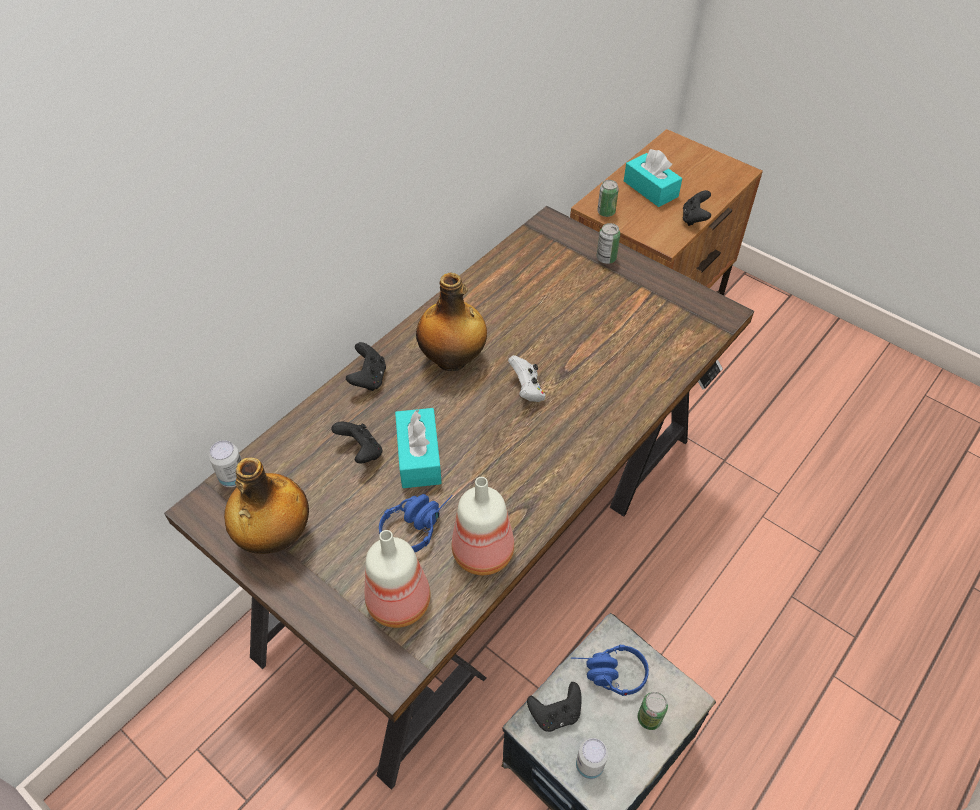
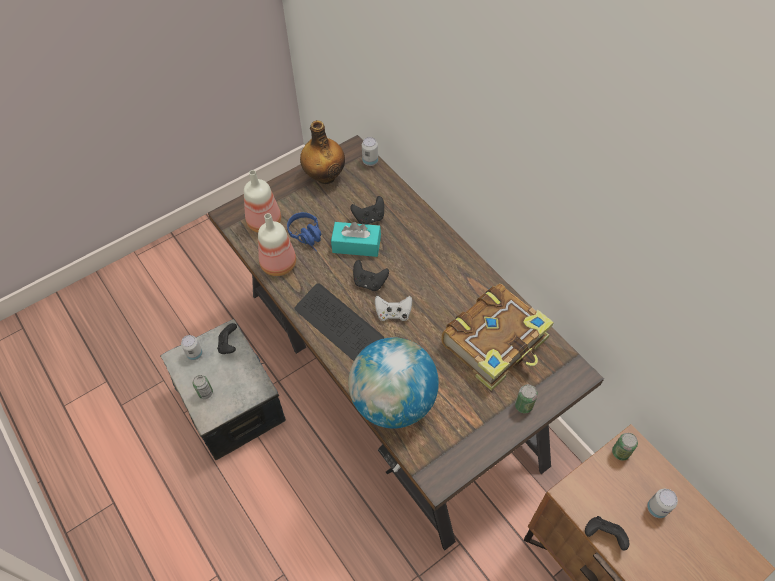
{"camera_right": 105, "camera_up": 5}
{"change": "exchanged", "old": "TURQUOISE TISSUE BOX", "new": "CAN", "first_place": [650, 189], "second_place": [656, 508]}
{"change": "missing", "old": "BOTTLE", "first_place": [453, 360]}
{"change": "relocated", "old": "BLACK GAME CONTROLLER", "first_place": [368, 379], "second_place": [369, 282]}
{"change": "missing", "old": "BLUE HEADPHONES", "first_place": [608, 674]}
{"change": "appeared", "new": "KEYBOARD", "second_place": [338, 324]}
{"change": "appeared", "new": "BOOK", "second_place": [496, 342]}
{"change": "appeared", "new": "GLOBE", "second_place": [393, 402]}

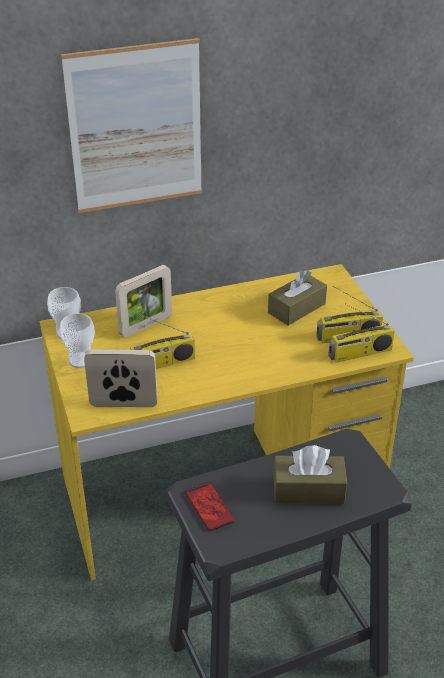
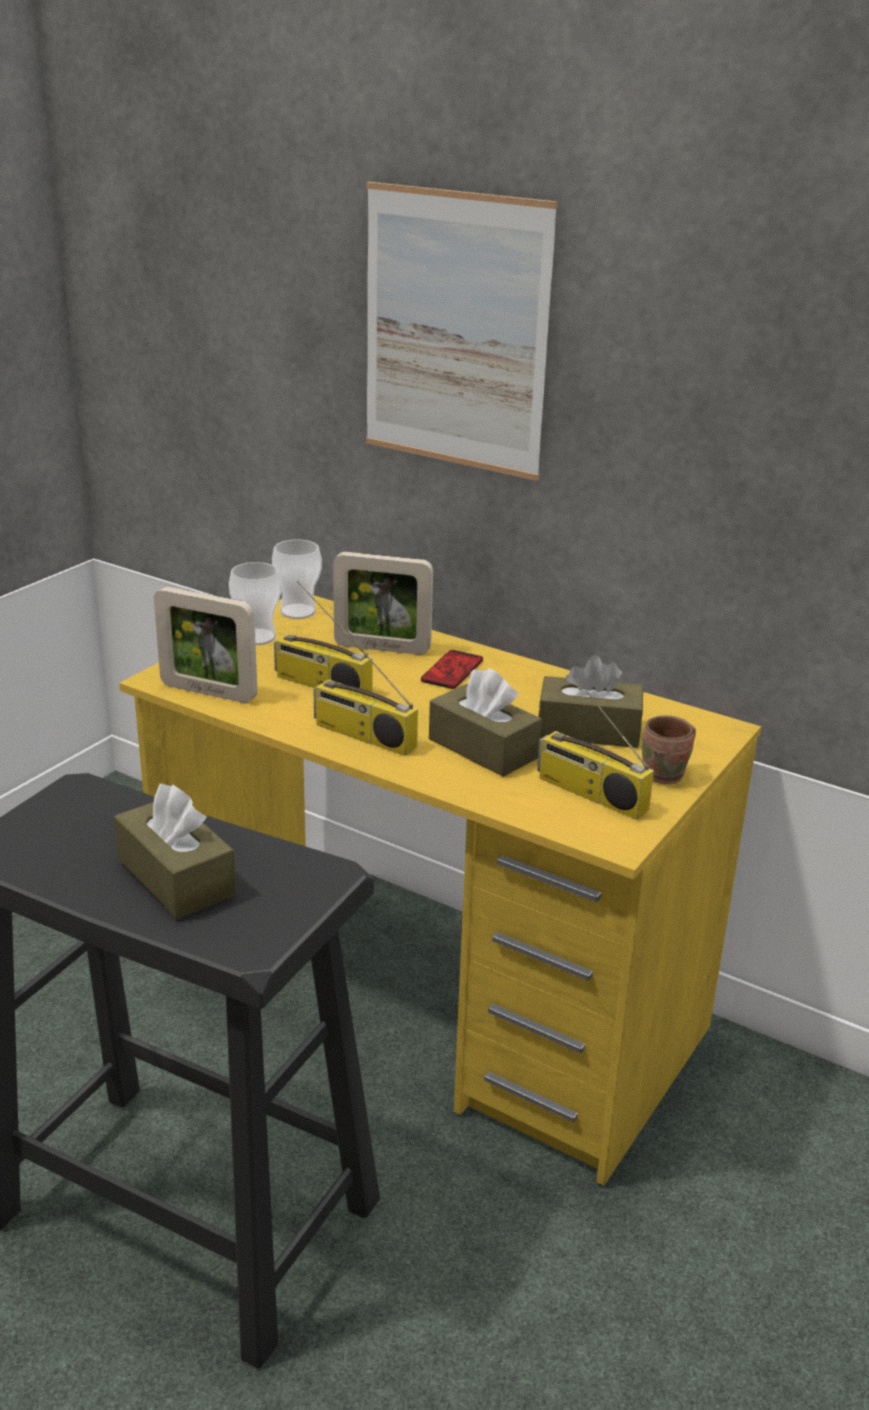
{"camera_right": 50, "camera_up": -10}
{"change": "relocated", "old": "RADIO", "first_place": [360, 353], "second_place": [362, 736]}
{"change": "spun", "old": "PICTURE FRAME", "first_place": [123, 404], "second_place": [208, 692], "degrees": 150}
{"change": "relocated", "old": "PHONE", "first_place": [209, 507], "second_place": [452, 671]}
{"change": "appeared", "new": "BROWN TISSUE BOX", "second_place": [483, 748]}
{"change": "appeared", "new": "BROWN MUG", "second_place": [667, 775]}

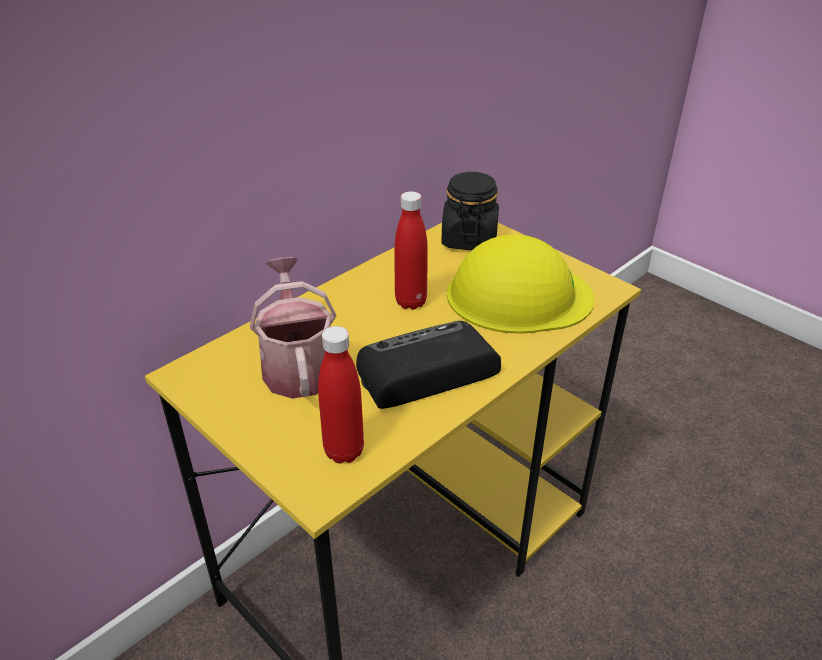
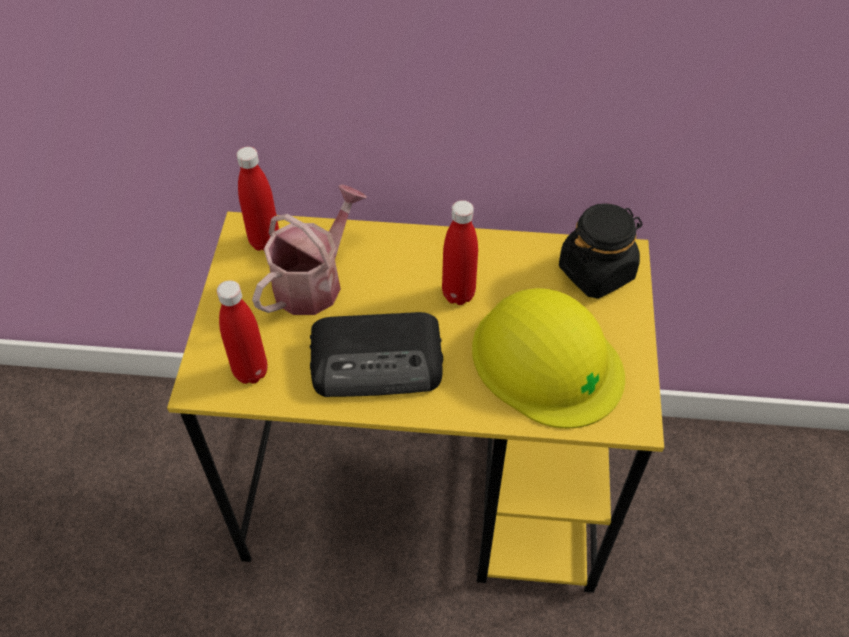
{"camera_right": 50, "camera_up": 15}
{"change": "spun", "old": "RADIO", "first_place": [424, 372], "second_place": [379, 361], "degrees": 150}
{"change": "appeared", "new": "RED BOTTLE", "second_place": [265, 241]}

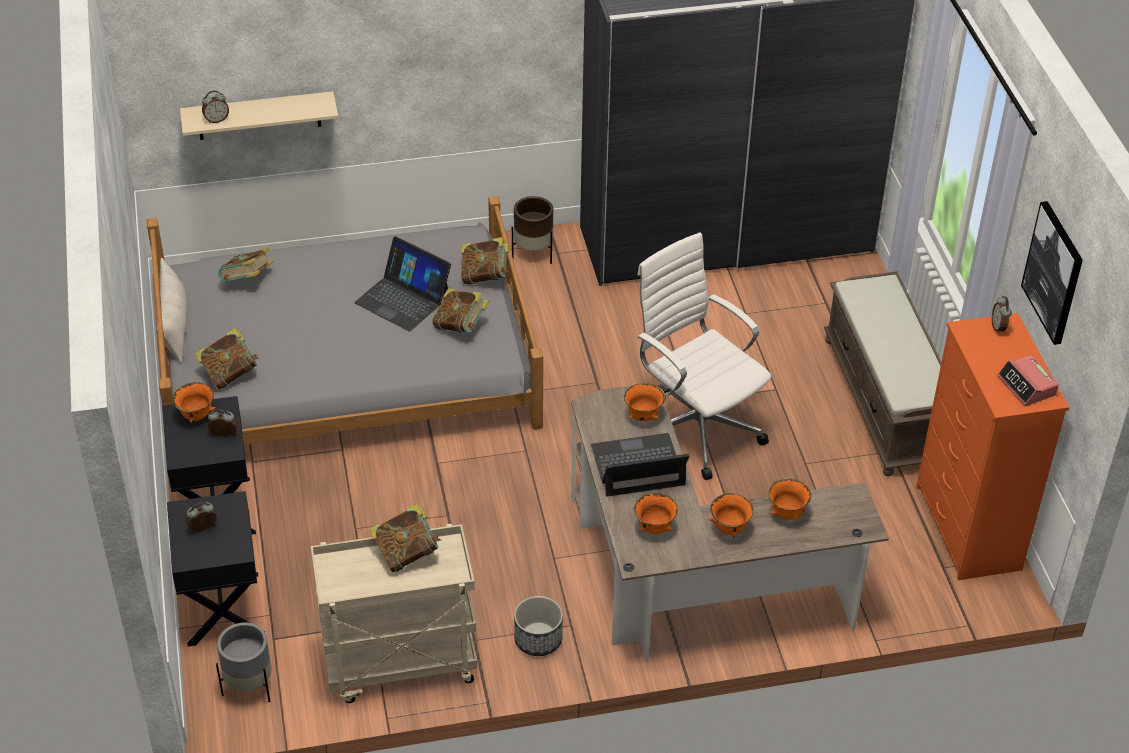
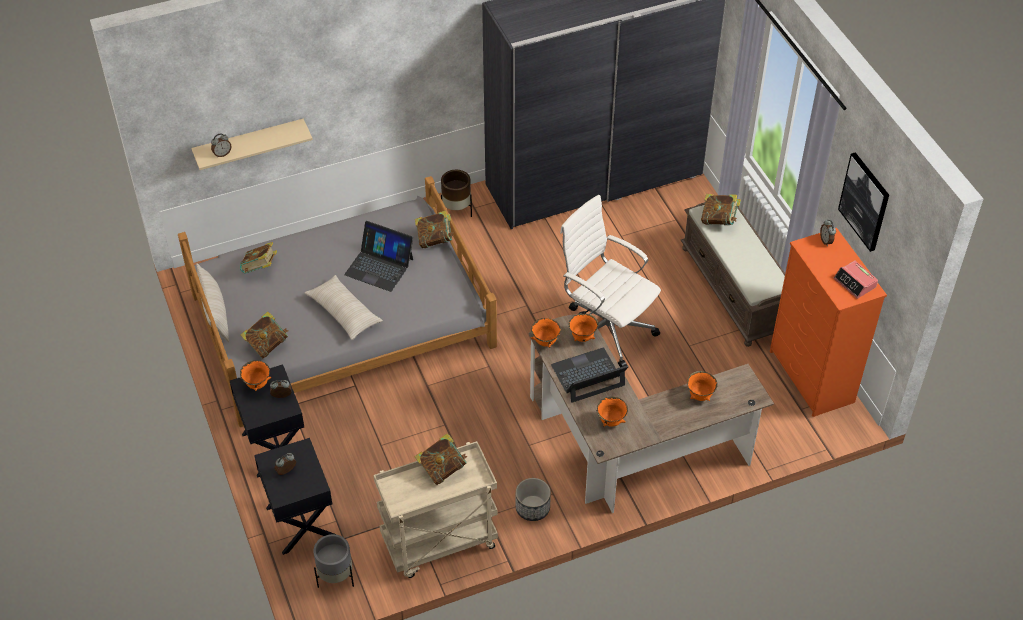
{"camera_right": -10, "camera_up": 5}
{"change": "relocated", "old": "BOOK", "first_place": [461, 326], "second_place": [719, 220]}
{"change": "relocated", "old": "ORANGE BOWL", "first_place": [729, 529], "second_place": [545, 342]}
{"change": "appeared", "new": "BEIGE PILLOW", "second_place": [344, 312]}

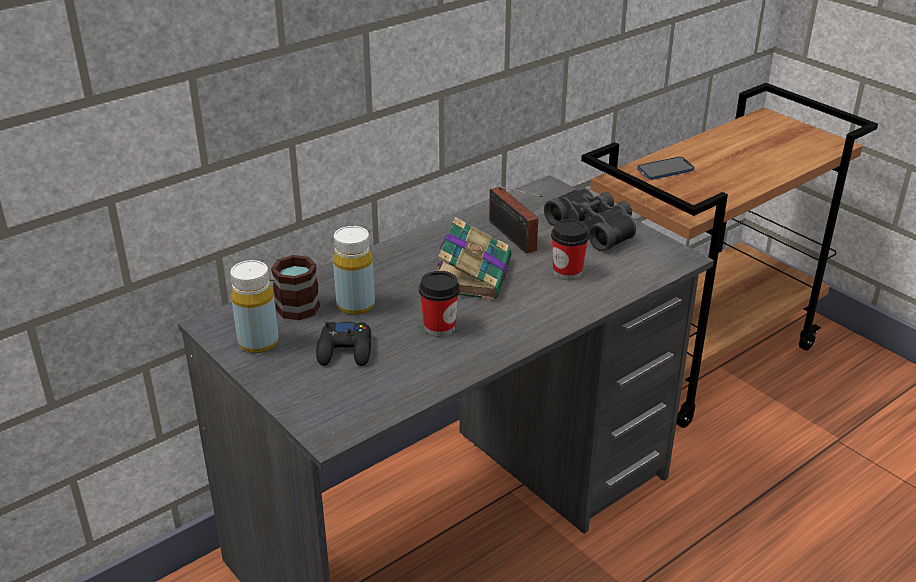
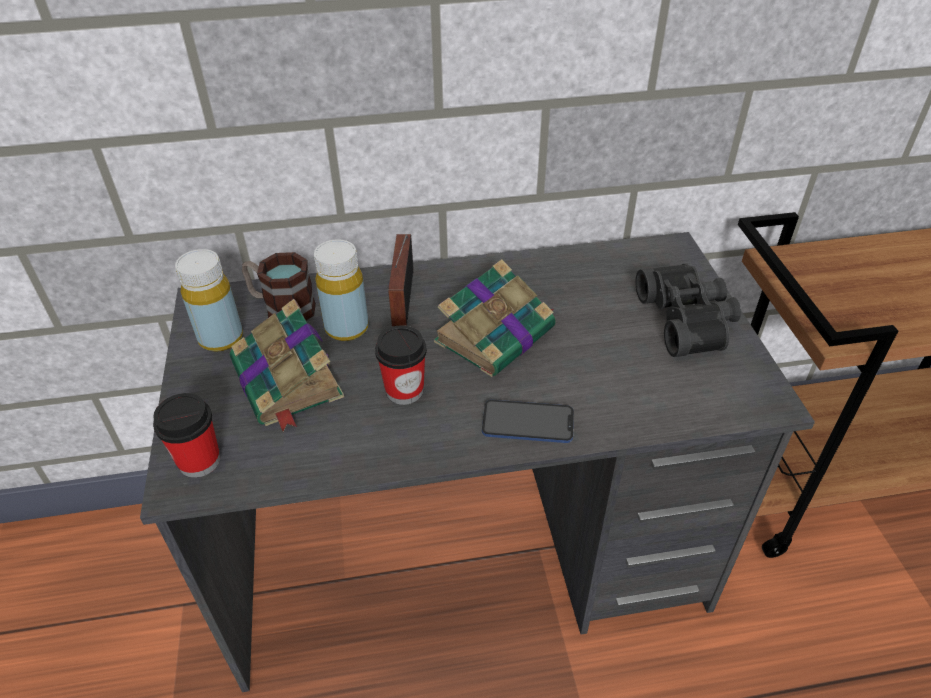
{"camera_right": 30, "camera_up": 10}
{"change": "relocated", "old": "PHONE", "first_place": [665, 170], "second_place": [527, 423]}
{"change": "relocated", "old": "RADIO", "first_place": [513, 238], "second_place": [401, 300]}
{"change": "relocated", "old": "CUP", "first_place": [567, 272], "second_place": [199, 461]}
{"change": "exchanged", "old": "BLACK GAME CONTROLLER", "new": "BOOK", "first_place": [345, 351], "second_place": [288, 382]}

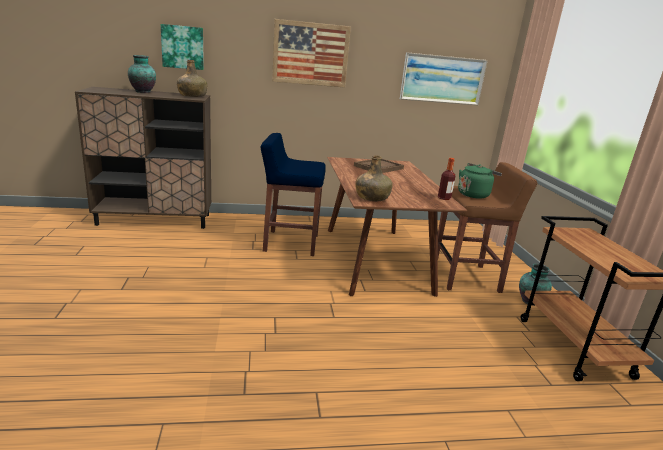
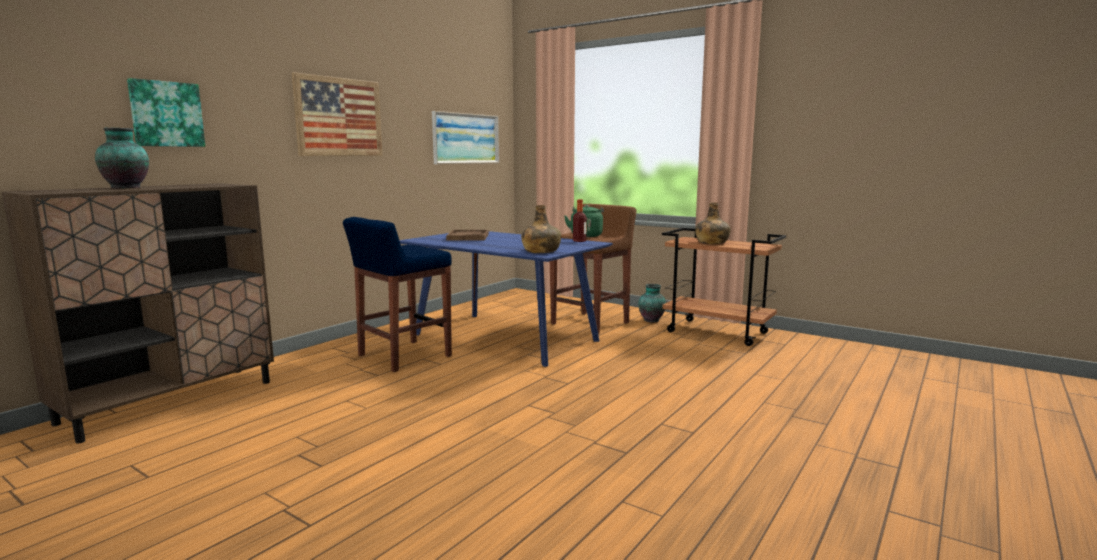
{"camera_right": -45, "camera_up": -10}
{"change": "relocated", "old": "GREEN BOTTLE", "first_place": [192, 96], "second_place": [711, 243]}
{"change": "colour", "old": "BROWN DINING TABLE", "new": "BLUE DINING TABLE", "first_place": [376, 259], "second_place": [506, 337]}

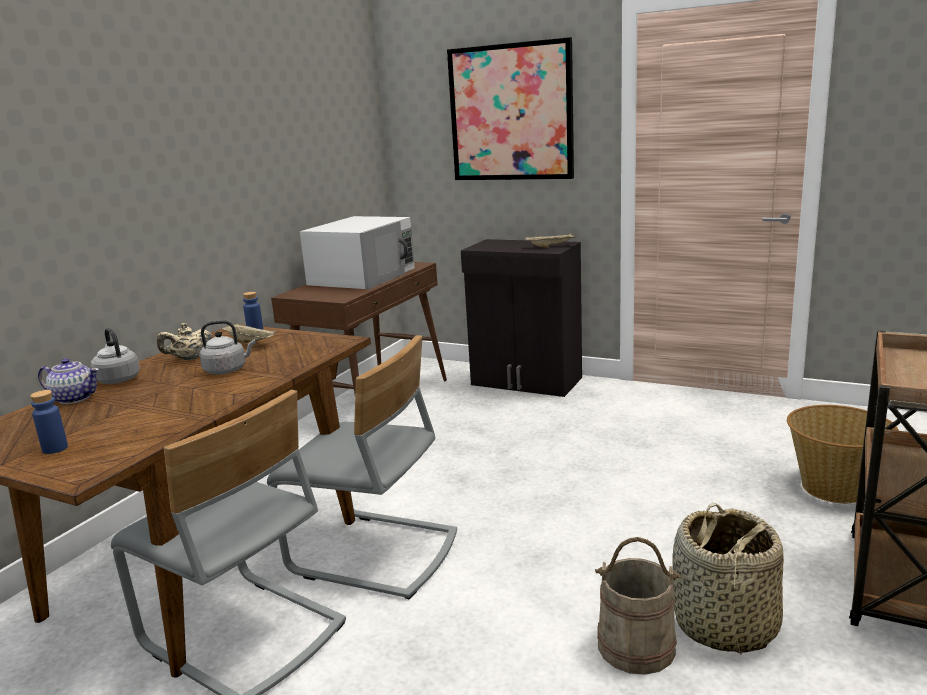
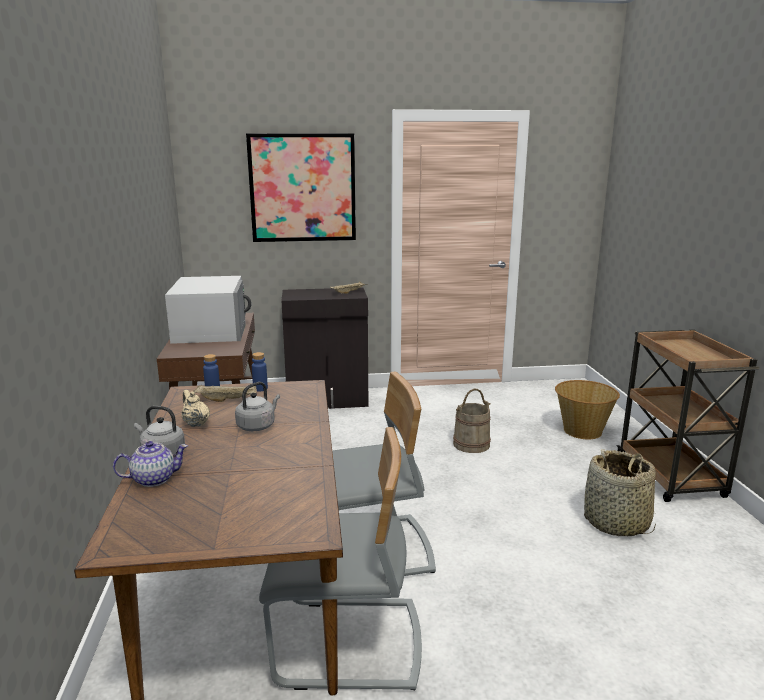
{"camera_right": -35, "camera_up": 0}
{"change": "spun", "old": "BEIGE TEAPOT", "first_place": [188, 358], "second_place": [196, 423], "degrees": 120}
{"change": "relocated", "old": "BLUE BOTTLE", "first_place": [55, 449], "second_place": [260, 388]}
{"change": "relocated", "old": "BEIGE BUCKET", "first_place": [636, 646], "second_place": [471, 444]}

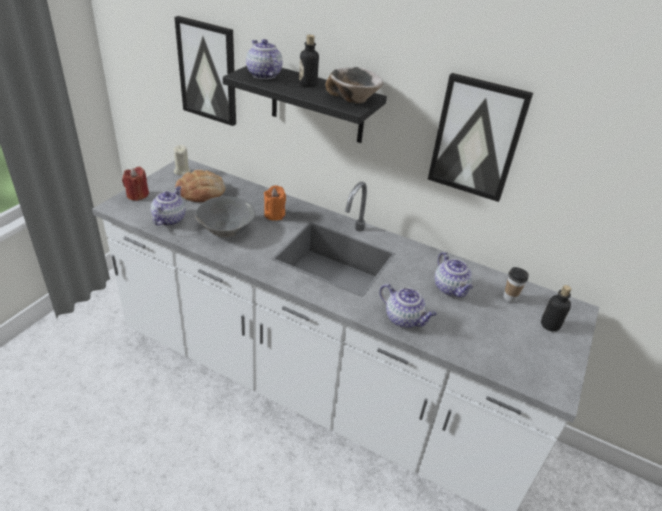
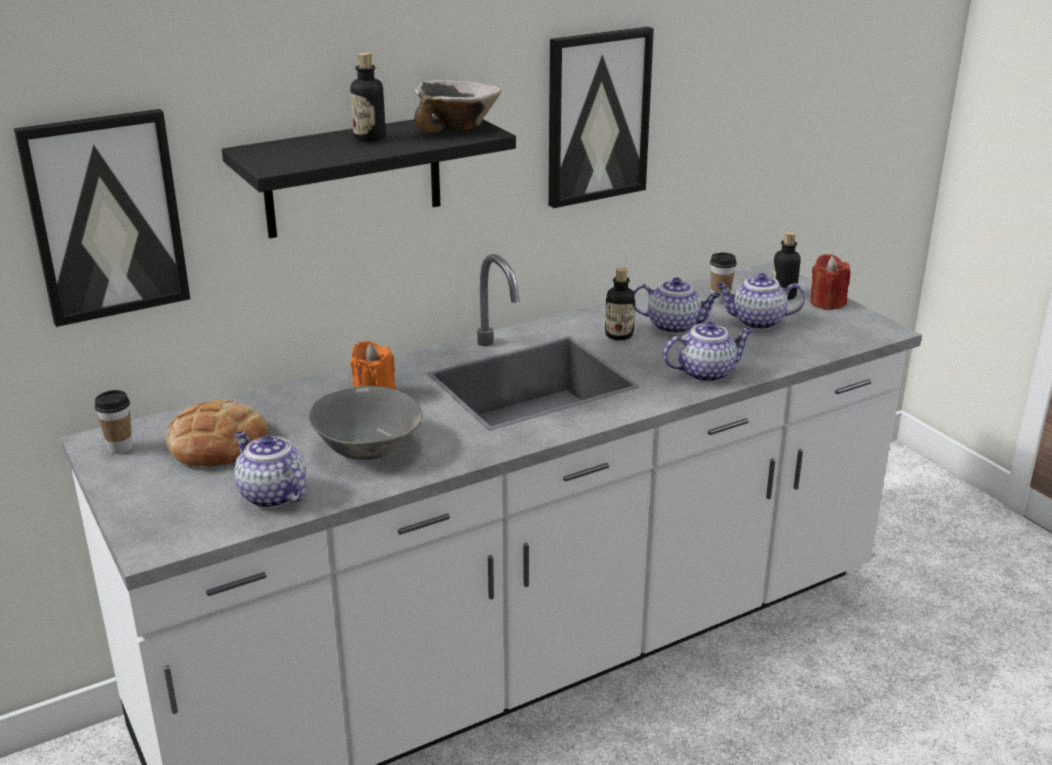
{"camera_right": -55, "camera_up": -10}
{"change": "relocated", "old": "TEAPOT", "first_place": [263, 75], "second_place": [756, 322]}
{"change": "exchanged", "old": "BEIGE CANDLE", "new": "CUP", "first_place": [182, 171], "second_place": [120, 448]}
{"change": "relocated", "old": "RED CANDLE", "first_place": [137, 195], "second_place": [827, 303]}
{"change": "appeared", "new": "BOTTLE", "second_place": [619, 335]}

